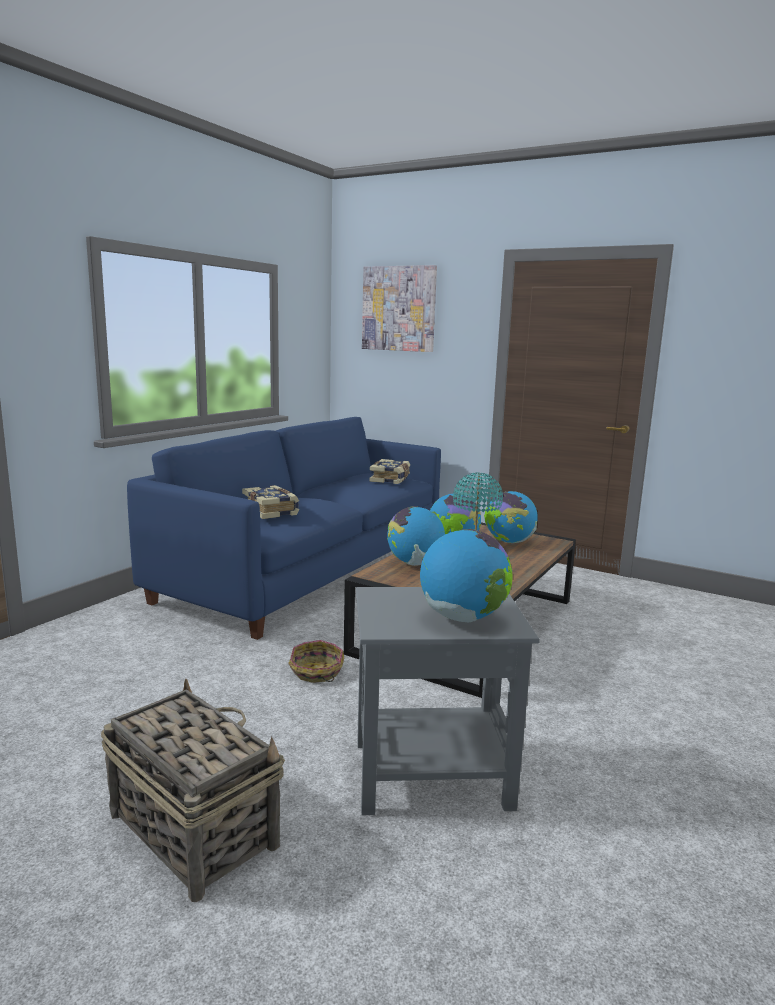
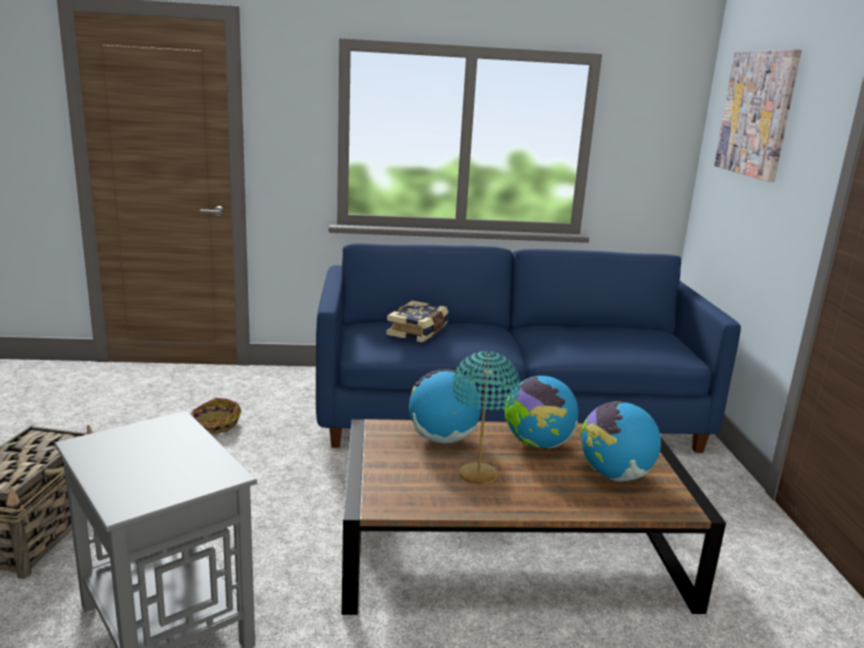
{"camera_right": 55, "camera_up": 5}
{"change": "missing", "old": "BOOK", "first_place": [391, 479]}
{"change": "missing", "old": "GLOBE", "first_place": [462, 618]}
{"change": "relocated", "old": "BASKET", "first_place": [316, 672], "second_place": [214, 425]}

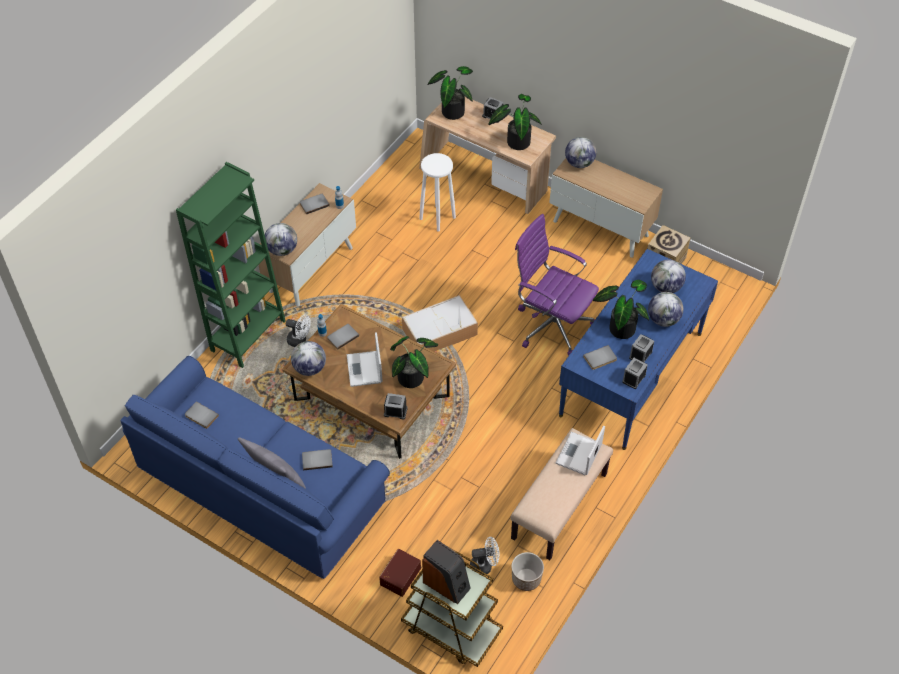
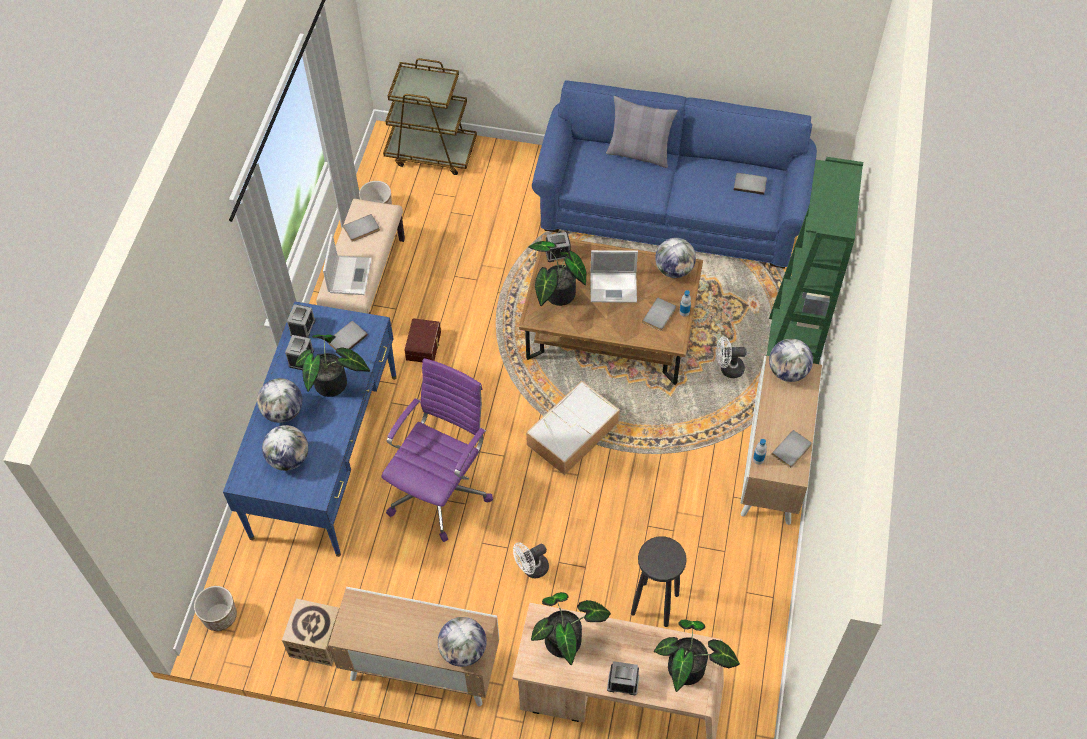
{"camera_right": 160, "camera_up": 5}
{"change": "colour", "old": "WHITE STOOL", "new": "BLACK STOOL", "first_place": [437, 218], "second_place": [655, 604]}
{"change": "spun", "old": "PURPLE OFFICE CHAIR", "first_place": [552, 324], "second_place": [441, 489], "degrees": -75}
{"change": "spun", "old": "LAPTOP", "first_place": [364, 369], "second_place": [614, 287], "degrees": 120}
{"change": "relocated", "old": "GREY BOOK", "first_place": [317, 459], "second_place": [362, 229]}
{"change": "relocated", "old": "WHITE FAN", "first_place": [484, 565], "second_place": [531, 569]}
{"change": "missing", "old": "SPEAKER", "first_place": [446, 584]}
{"change": "relocated", "old": "BROWN STORAGE BOX", "first_place": [399, 576], "second_place": [424, 346]}
{"change": "appeared", "new": "PLANTER", "second_place": [220, 616]}

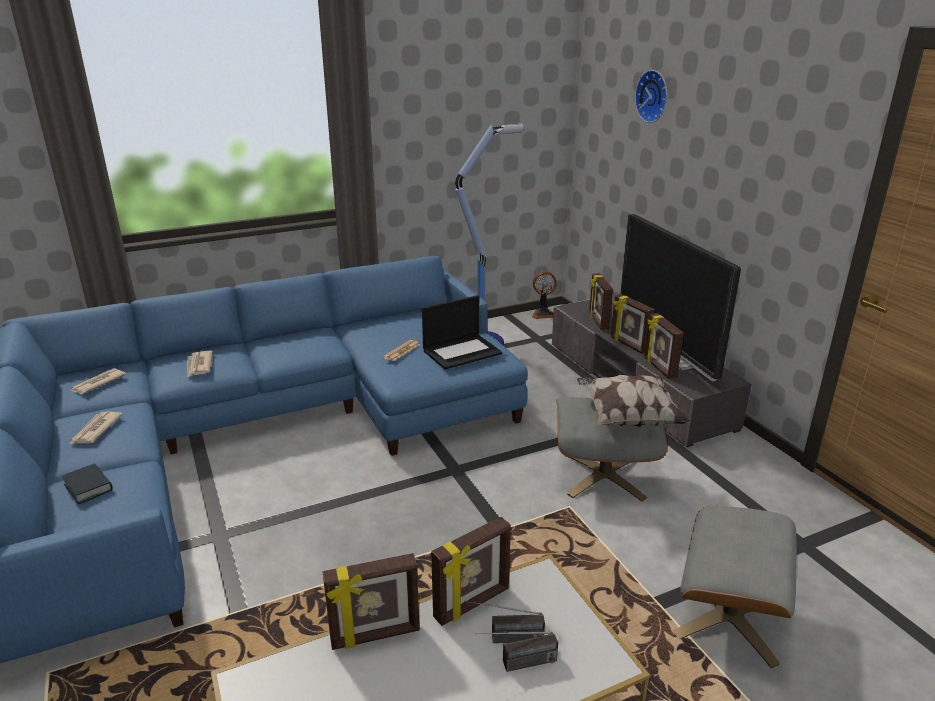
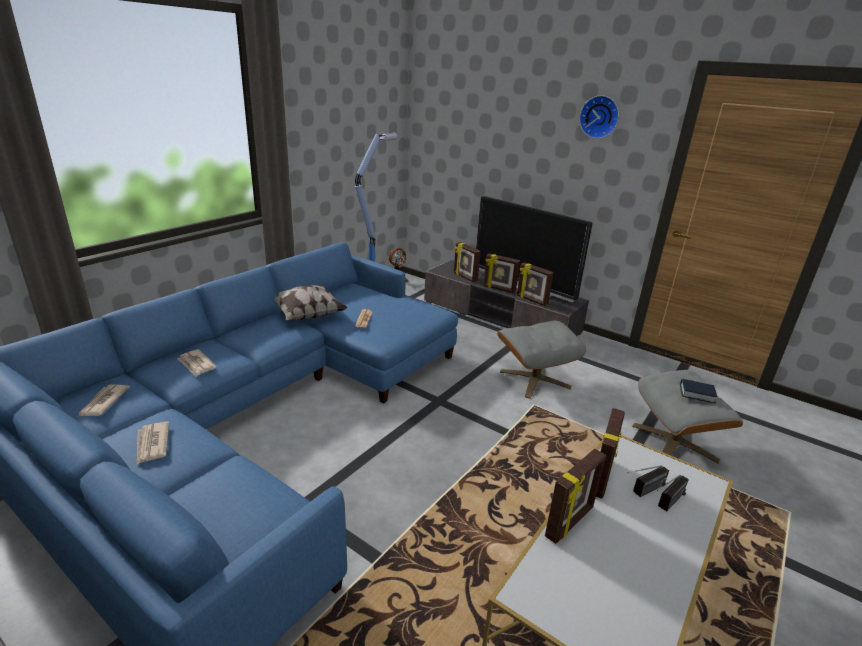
{"camera_right": -30, "camera_up": 0}
{"change": "relocated", "old": "WALL CLOCK", "first_place": [654, 96], "second_place": [600, 117]}
{"change": "missing", "old": "LAPTOP", "first_place": [462, 352]}
{"change": "relocated", "old": "PILLOW", "first_place": [628, 417], "second_place": [306, 315]}
{"change": "relocated", "old": "BOOK", "first_place": [88, 487], "second_place": [696, 394]}

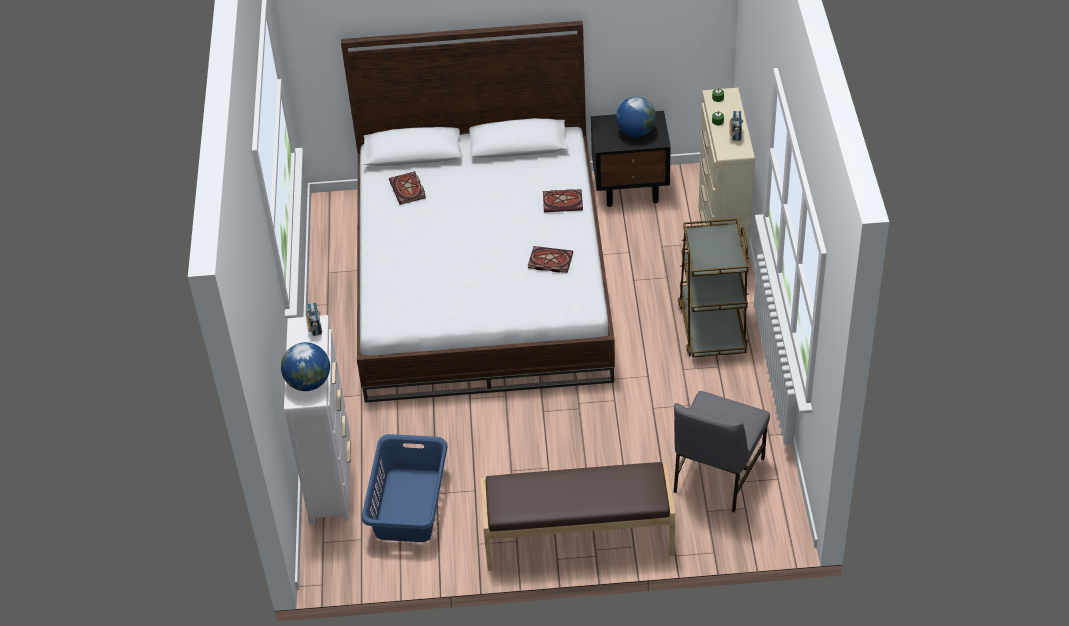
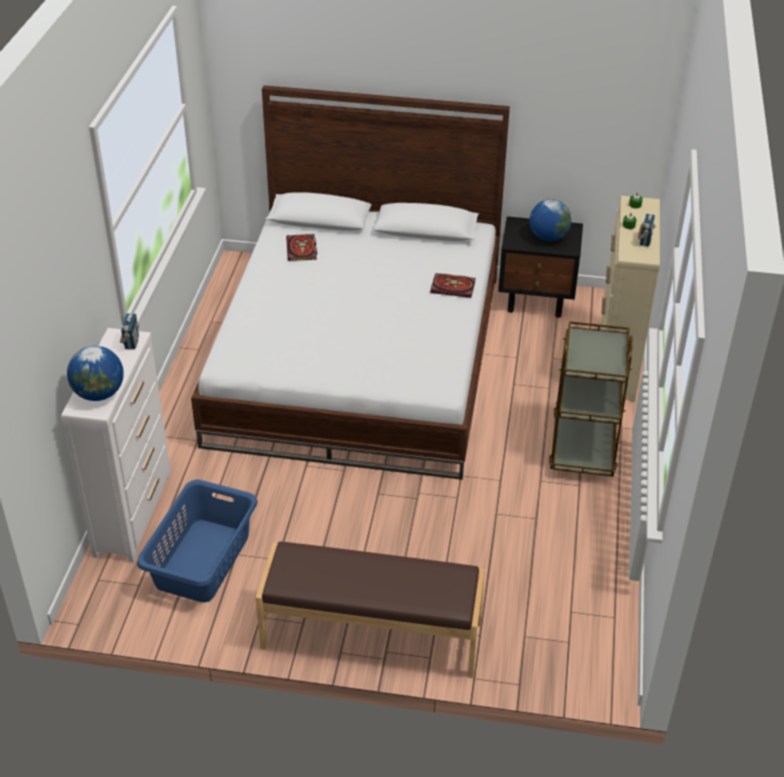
{"camera_right": 10, "camera_up": -5}
{"change": "missing", "old": "BOOK", "first_place": [549, 261]}
{"change": "missing", "old": "GREY CHAIR", "first_place": [716, 475]}

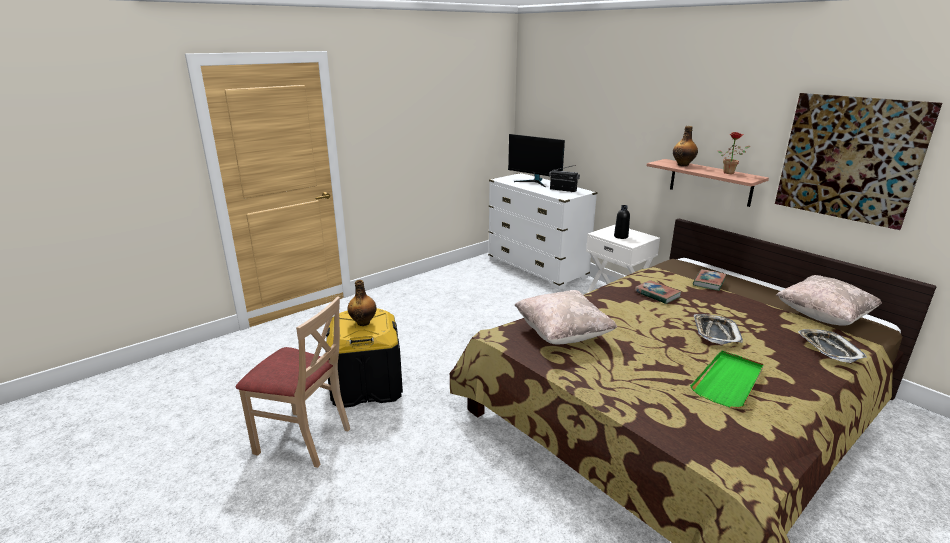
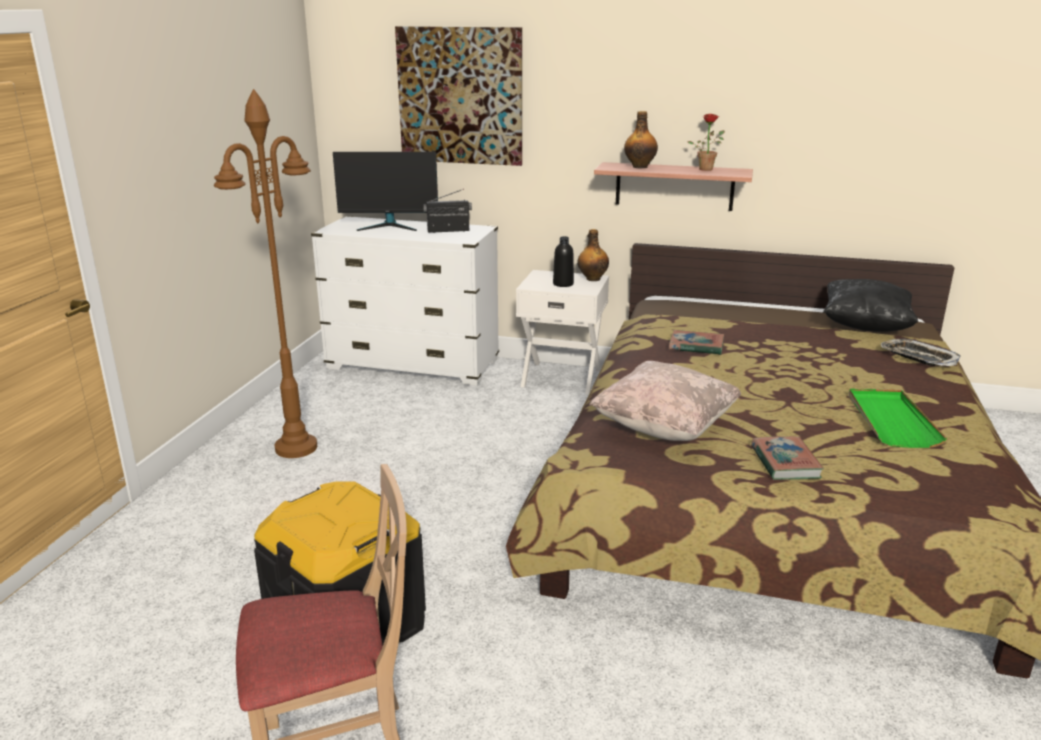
{"camera_right": -35, "camera_up": 0}
{"change": "relocated", "old": "PICTURE", "first_place": [849, 158], "second_place": [460, 96]}
{"change": "relocated", "old": "BOOK", "first_place": [709, 282], "second_place": [785, 463]}
{"change": "colour", "old": "BEIGE PILLOW", "new": "BLACK PILLOW", "first_place": [823, 316], "second_place": [865, 326]}
{"change": "relocated", "old": "BOTTLE", "first_place": [363, 322], "second_place": [592, 279]}
{"change": "missing", "old": "TRAY", "first_place": [715, 333]}
{"change": "appeared", "new": "BROWN FLOOR LAMP", "second_place": [296, 447]}

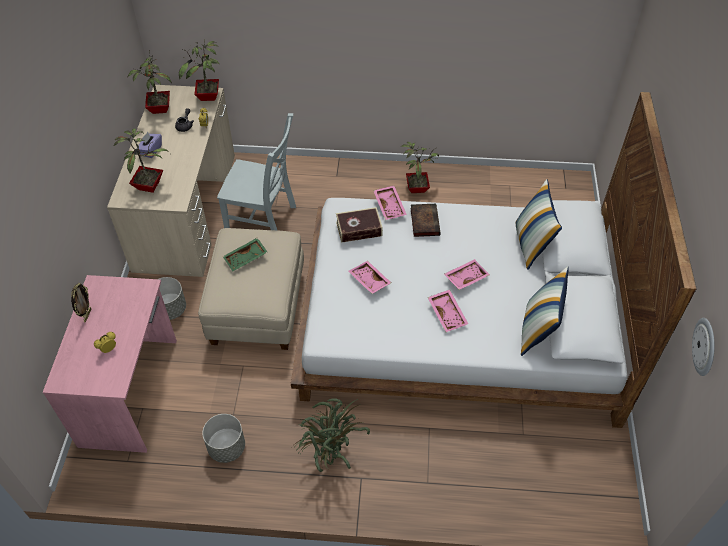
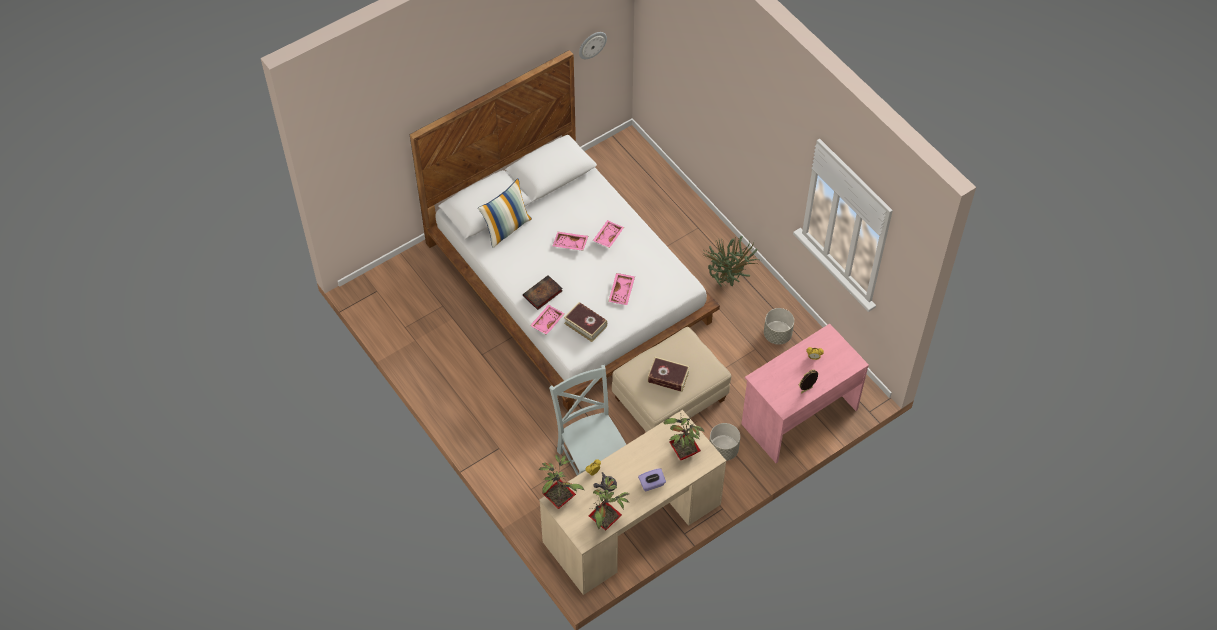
{"camera_right": -130, "camera_up": 5}
{"change": "missing", "old": "POTTED PLANT", "first_place": [417, 187]}
{"change": "exchanged", "old": "GREEN TRAY", "new": "BOOK", "first_place": [246, 258], "second_place": [668, 377]}
{"change": "missing", "old": "PILLOW", "first_place": [538, 330]}

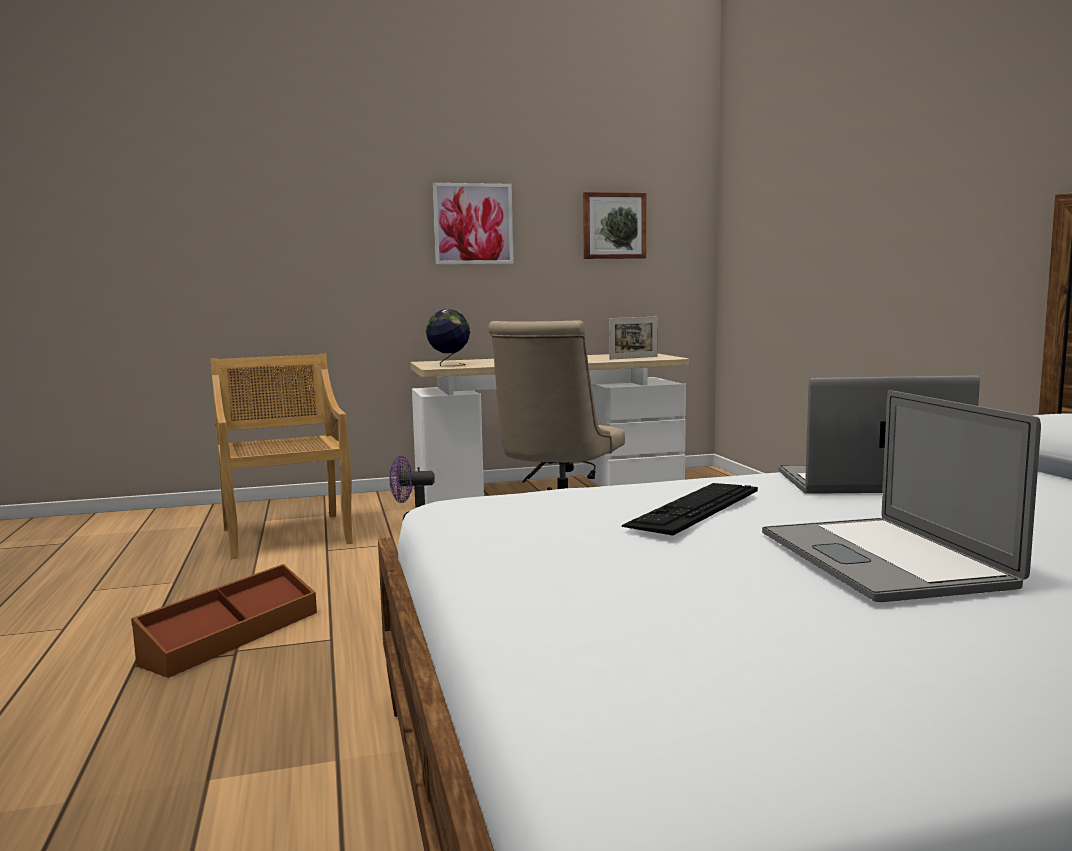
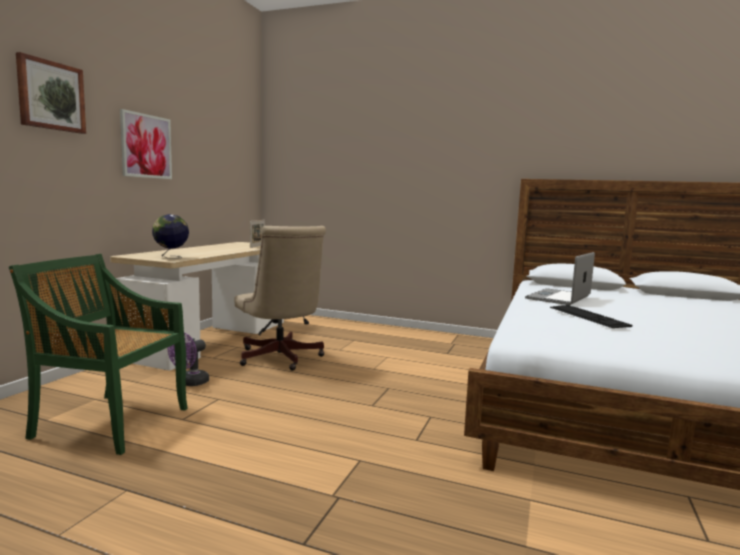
{"camera_right": -55, "camera_up": 0}
{"change": "relocated", "old": "PICTURE", "first_place": [614, 226], "second_place": [51, 96]}
{"change": "colour", "old": "BEIGE CHAIR", "new": "GREEN CHAIR", "first_place": [286, 535], "second_place": [110, 422]}
{"change": "missing", "old": "LAPTOP", "first_place": [881, 558]}
{"change": "missing", "old": "BROWN STORAGE BOX", "first_place": [231, 636]}

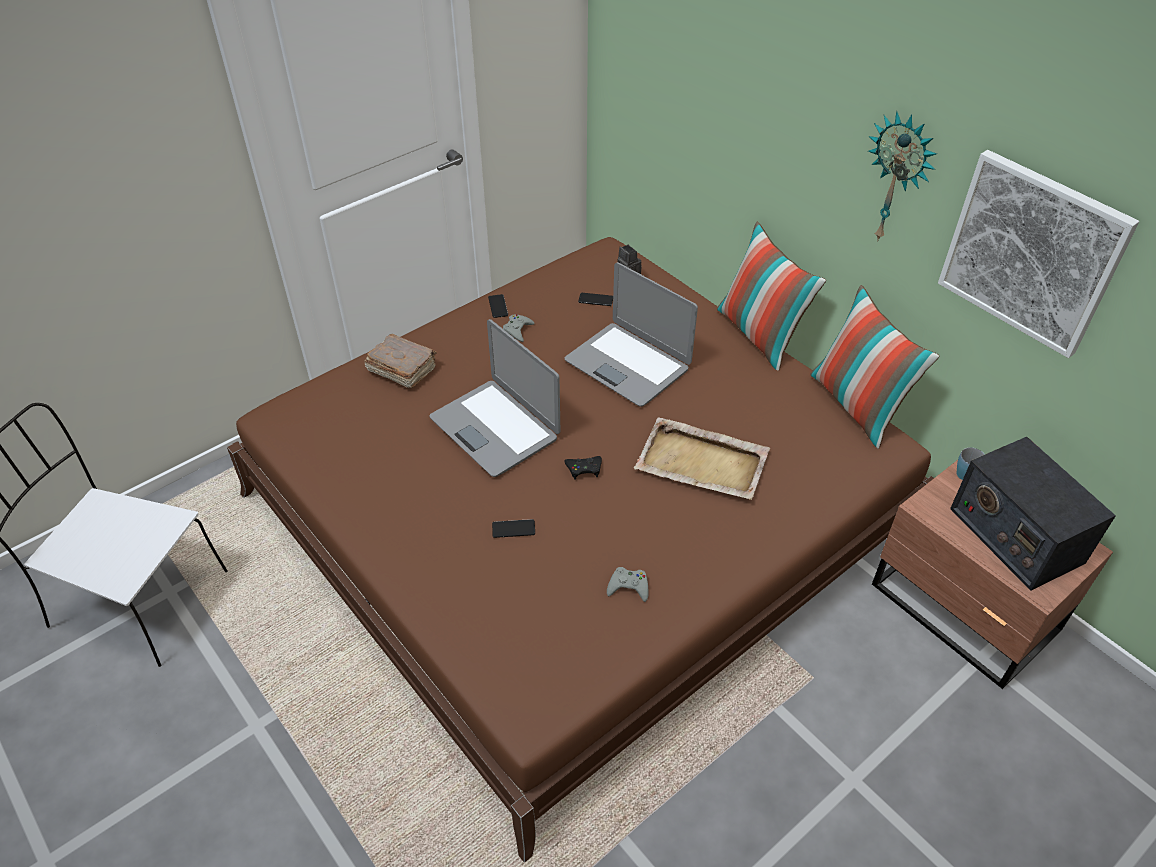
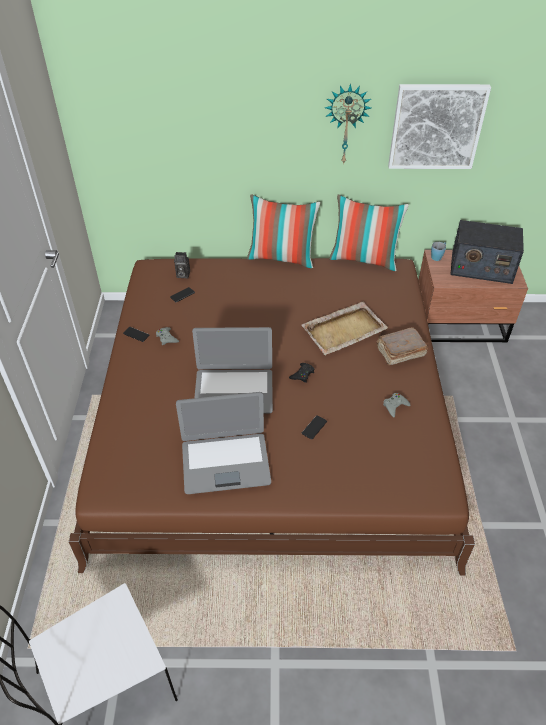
{"camera_right": -50, "camera_up": 0}
{"change": "relocated", "old": "LAPTOP", "first_place": [628, 364], "second_place": [225, 462]}
{"change": "relocated", "old": "BROWN BOOK", "first_place": [402, 369], "second_place": [399, 352]}

